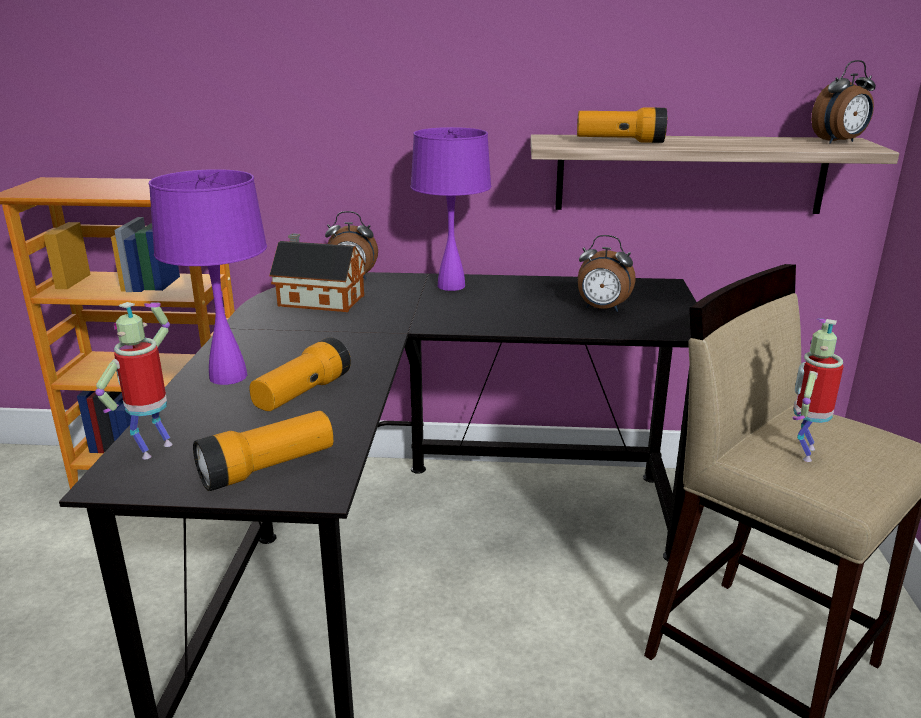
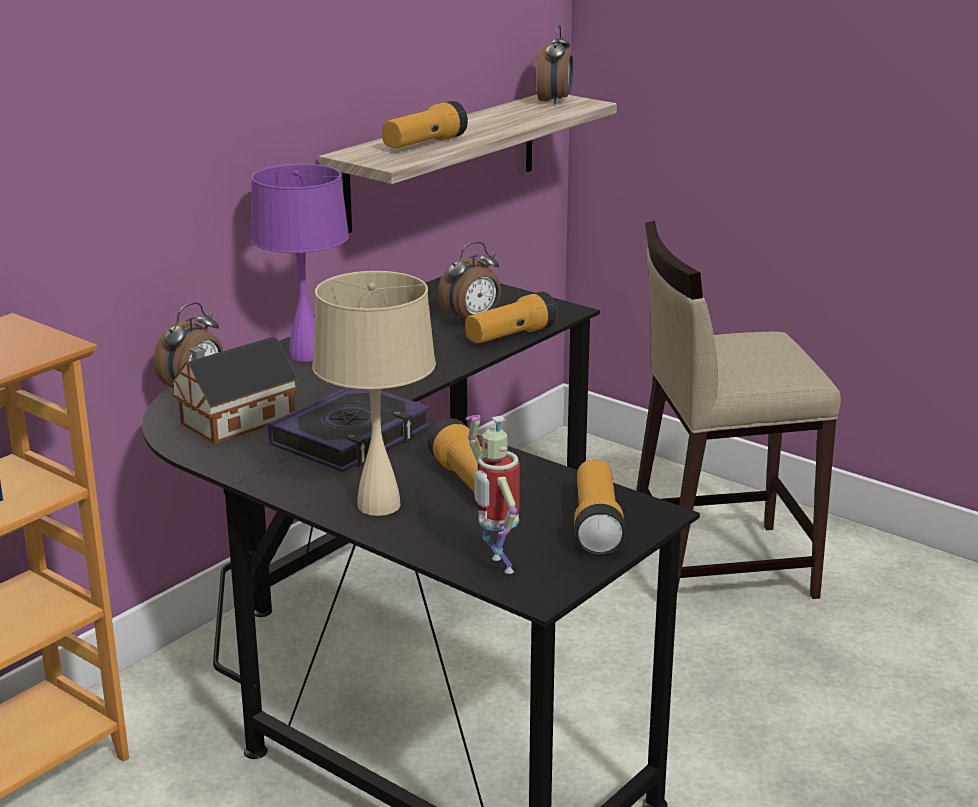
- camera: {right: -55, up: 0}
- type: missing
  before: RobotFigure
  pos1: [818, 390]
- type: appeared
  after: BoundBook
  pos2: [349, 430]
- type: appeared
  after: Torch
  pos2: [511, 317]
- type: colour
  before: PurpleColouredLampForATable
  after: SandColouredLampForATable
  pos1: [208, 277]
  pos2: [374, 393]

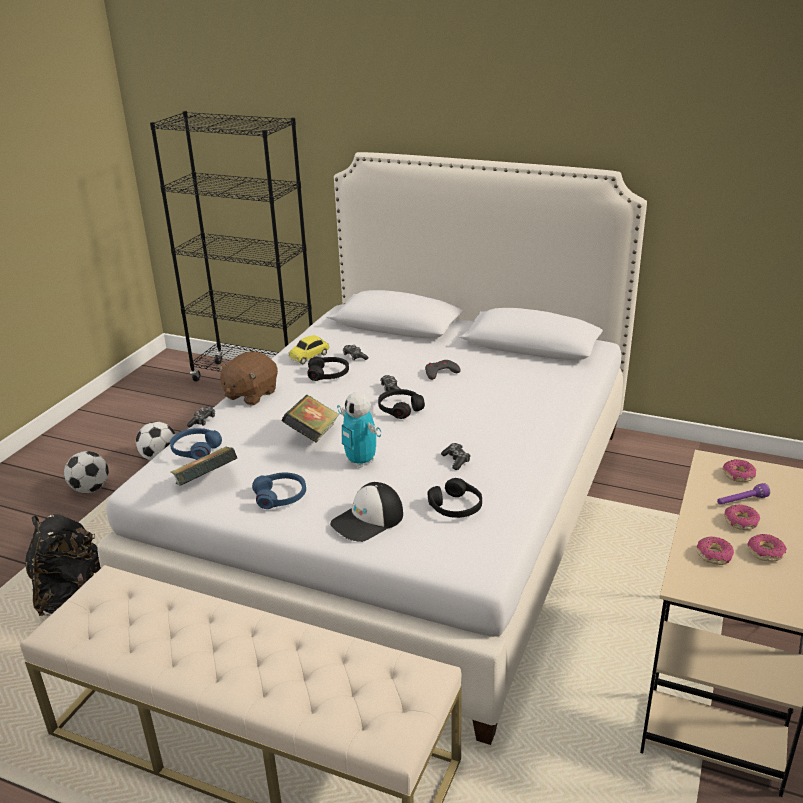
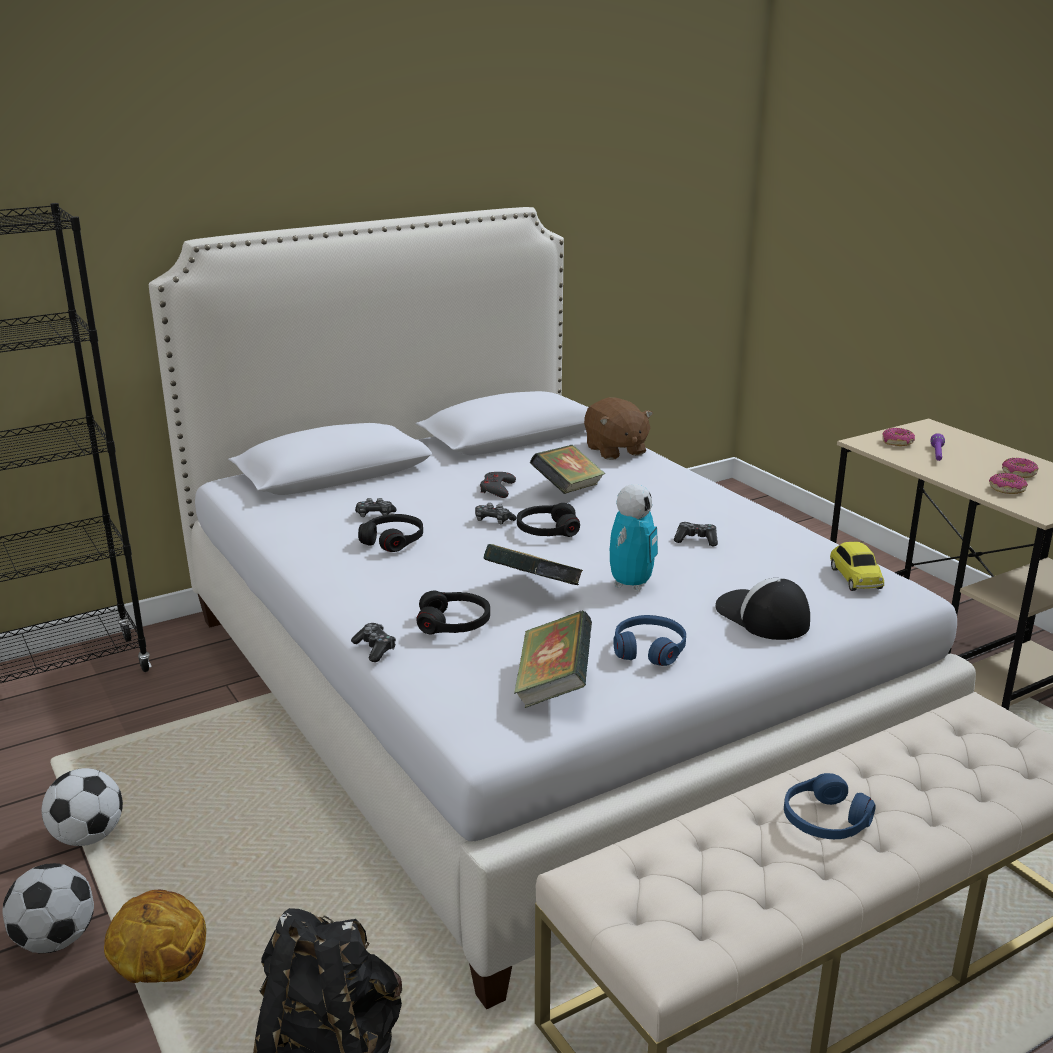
- camera: {right: -55, up: -5}
- type: missing
  before: Doughnut
  pos1: [742, 517]
- type: appeared
  after: BallForBasketball
  pos2: [155, 936]
- type: appeared
  after: BoundBook
  pos2: [567, 469]
- type: relocated
  before: BluishPairOfHeadphones
  pos1: [196, 444]
  pos2: [830, 806]
- type: relocated
  before: BrownCuddlyToy
  pos1: [247, 378]
  pos2: [618, 428]
- type: relocated
  before: ToyCar
  pos1: [309, 349]
  pos2: [857, 566]
- type: relocated
  before: BlackPairOfHeadphones
  pos1: [455, 498]
  pos2: [453, 612]
- type: spun
  before: BaseballCap
  pos1: [366, 512]
  pos2: [762, 609]
  turn: 150
- type: spun
  before: RobotFigure
  pos1: [359, 430]
  pos2: [634, 538]
  turn: -60

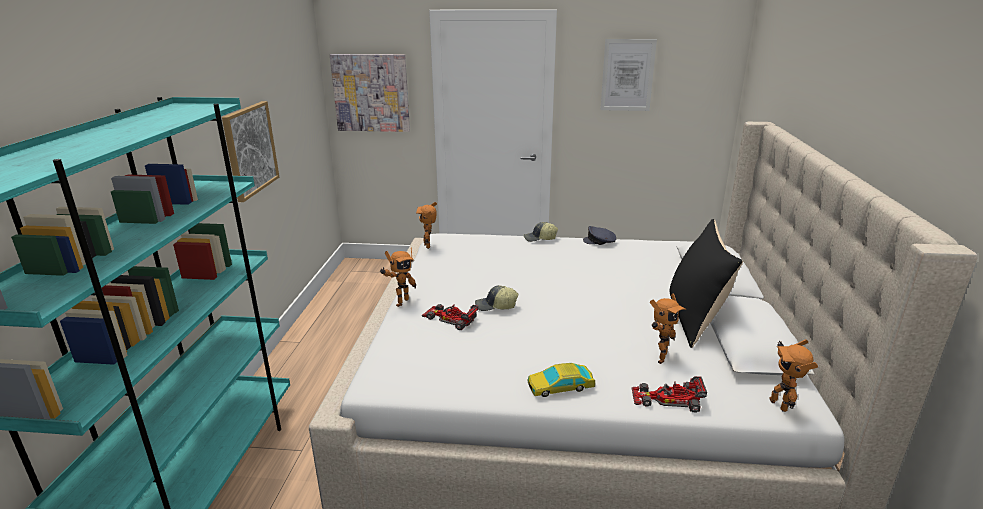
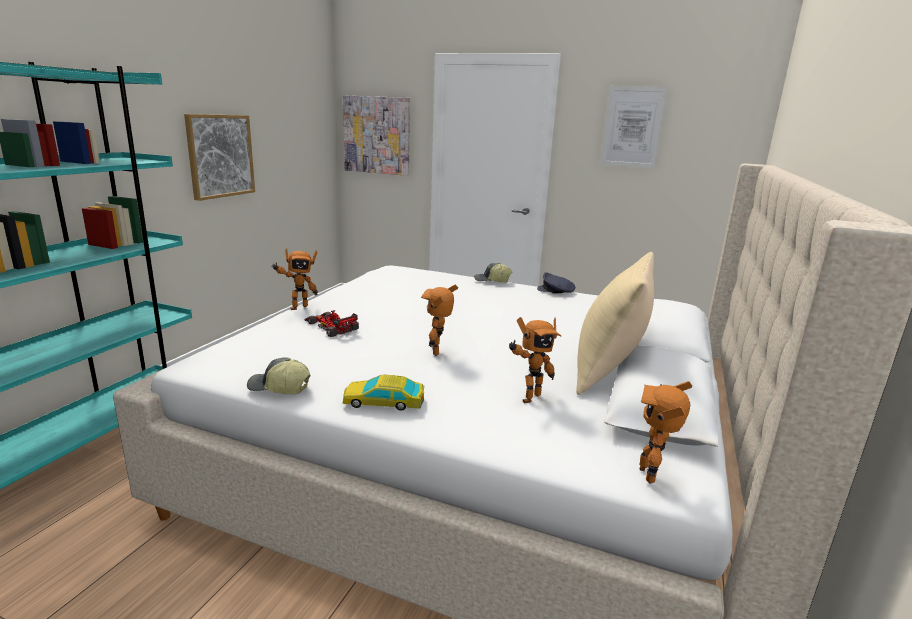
- camera: {right: 15, up: -5}
- type: missing
  before: ToyCar
  pos1: [669, 394]
- type: relocated
  before: RobotFigure
  pos1: [426, 225]
  pos2: [439, 320]
- type: relocated
  before: BaseballCap
  pos1: [496, 298]
  pos2: [279, 375]
- type: colour
  before: BlackCushion
  after: SandColouredCushion
  pos1: [706, 283]
  pos2: [615, 323]

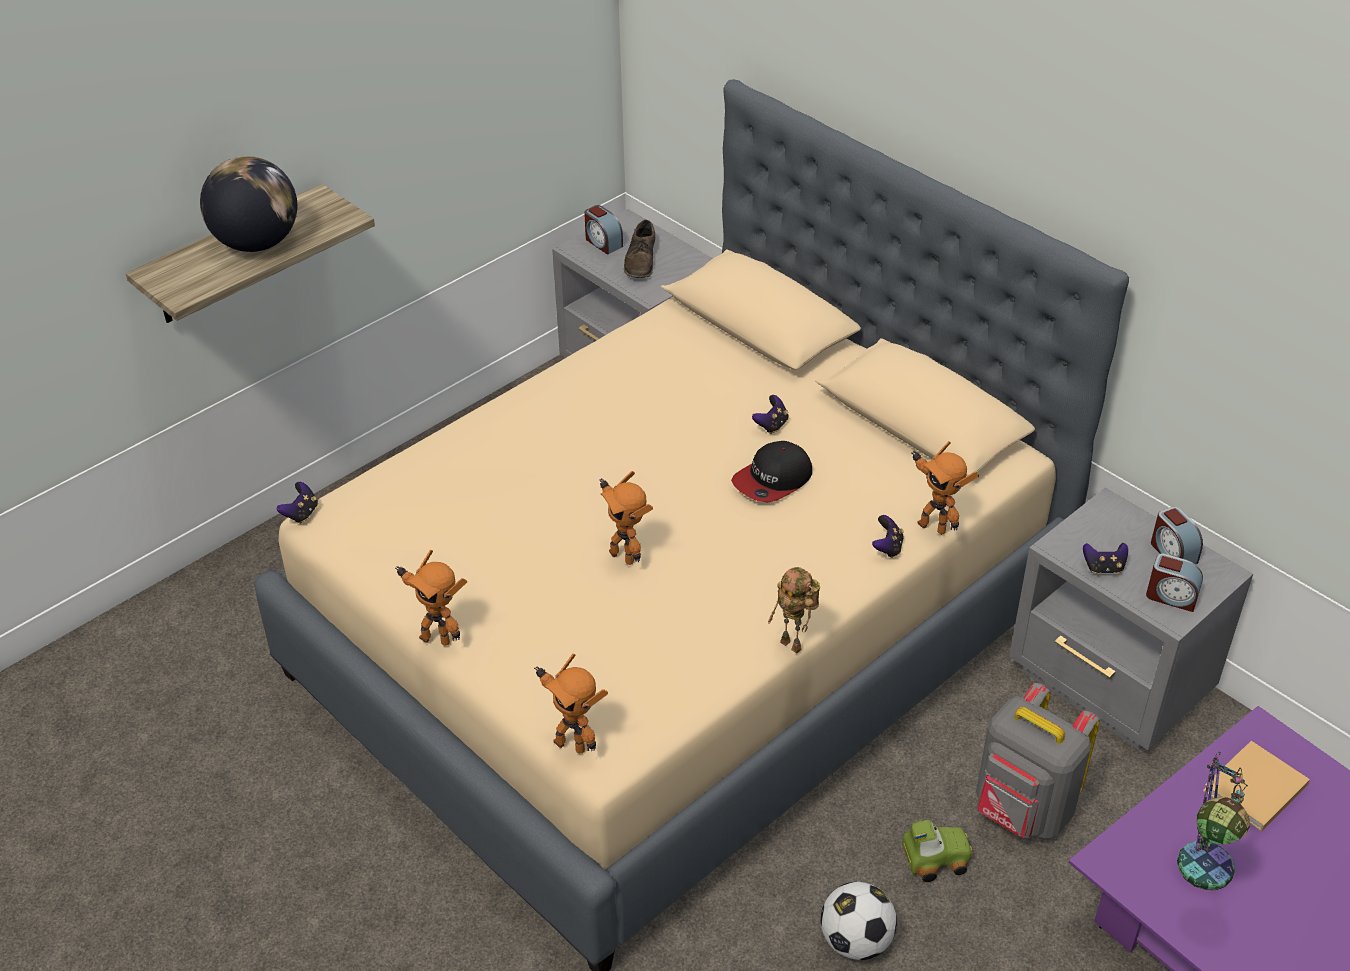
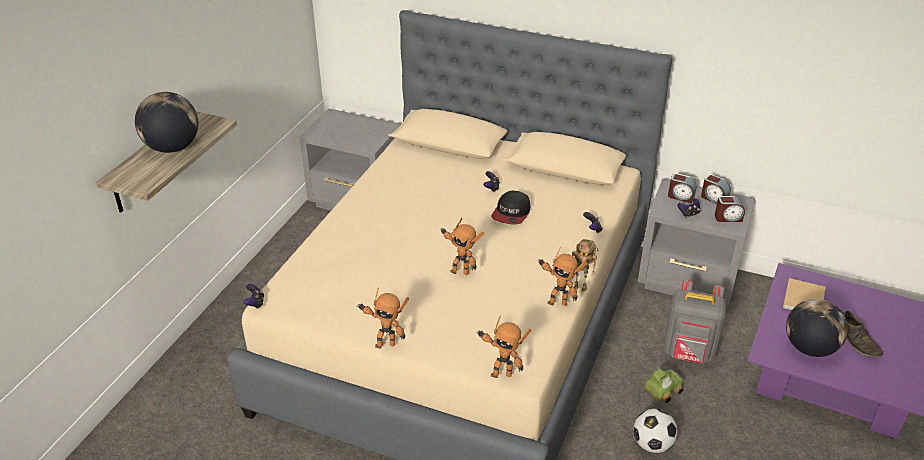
- camera: {right: -25, up: -5}
- type: relocated
  before: TableClock
  pos1: [603, 230]
  pos2: [682, 188]
- type: relocated
  before: BrownItemOfFootwear
  pos1: [639, 249]
  pos2: [863, 334]
- type: relocated
  before: RobotFigure
  pos1: [945, 487]
  pos2: [562, 276]
- type: exchanged
  before: LampForATable
  after: DeskGlobe
  pos1: [1213, 821]
  pos2: [817, 328]

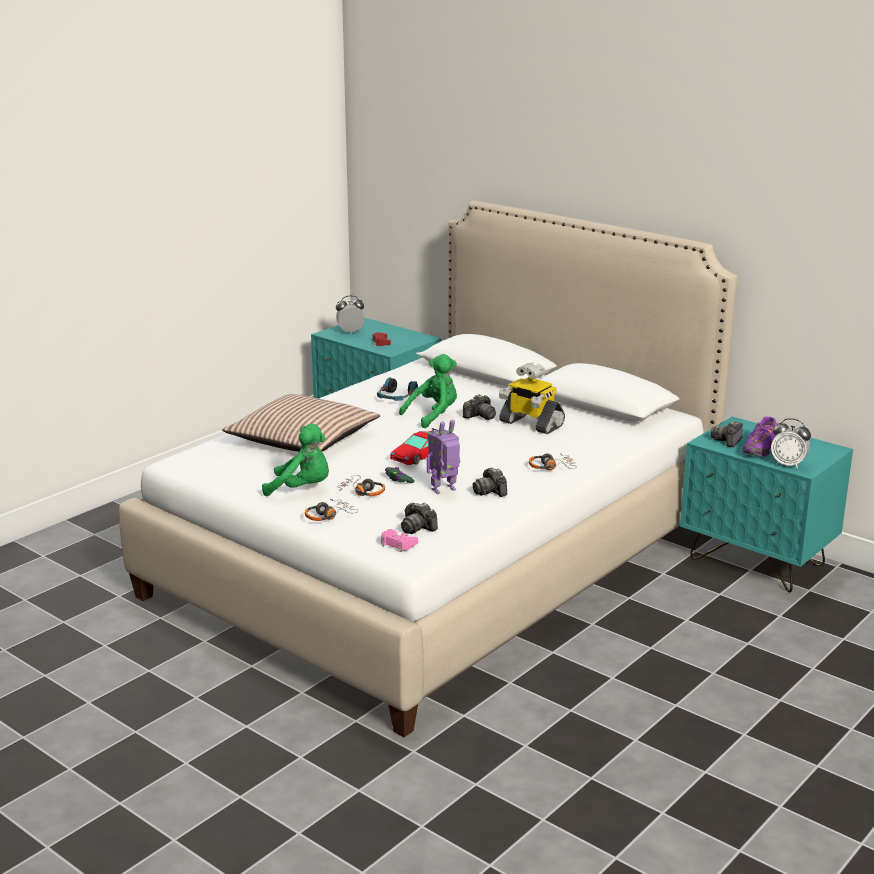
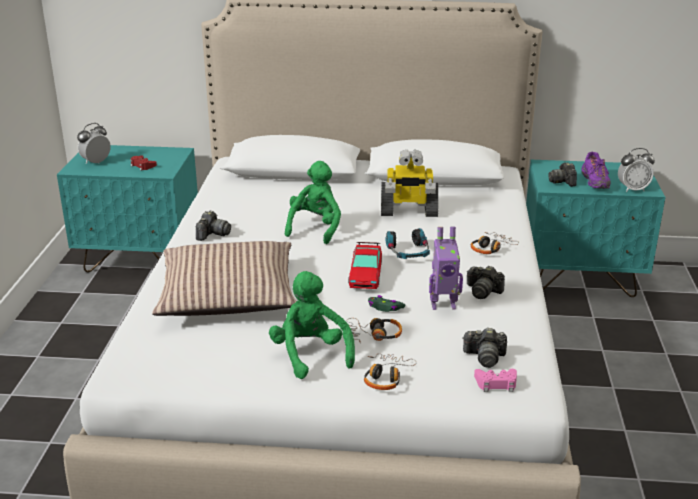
- camera: {right: -35, up: 5}
- type: relocated
  before: PairOfHeadphones
  pos1: [397, 389]
  pos2: [408, 243]
- type: relocated
  before: StillCamera
  pos1: [479, 407]
  pos2: [213, 226]
- type: spun
  before: GreenColouredCuddlyToy
  pos1: [295, 460]
  pos2: [312, 325]
  turn: -90
- type: spun
  before: RobotFigure
  pos1: [443, 457]
  pos2: [446, 268]
  turn: -120

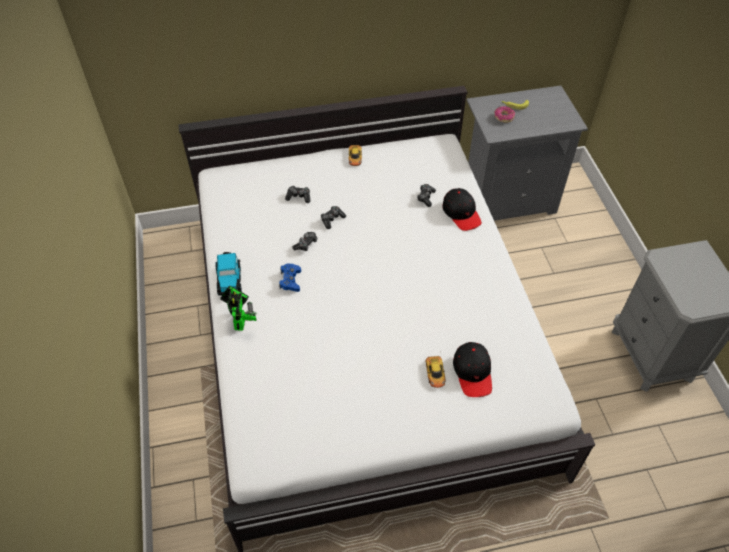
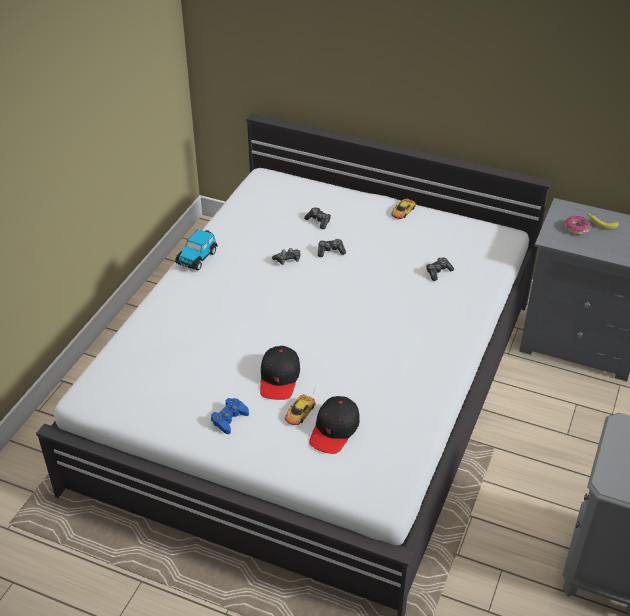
- camera: {right: 35, up: -10}
- type: missing
  before: RobotFigure
  pos1: [238, 308]
- type: relocated
  before: BluishGameController
  pos1: [290, 278]
  pos2: [230, 416]
- type: relocated
  before: BlackBaseballCap
  pos1: [462, 209]
  pos2: [280, 373]

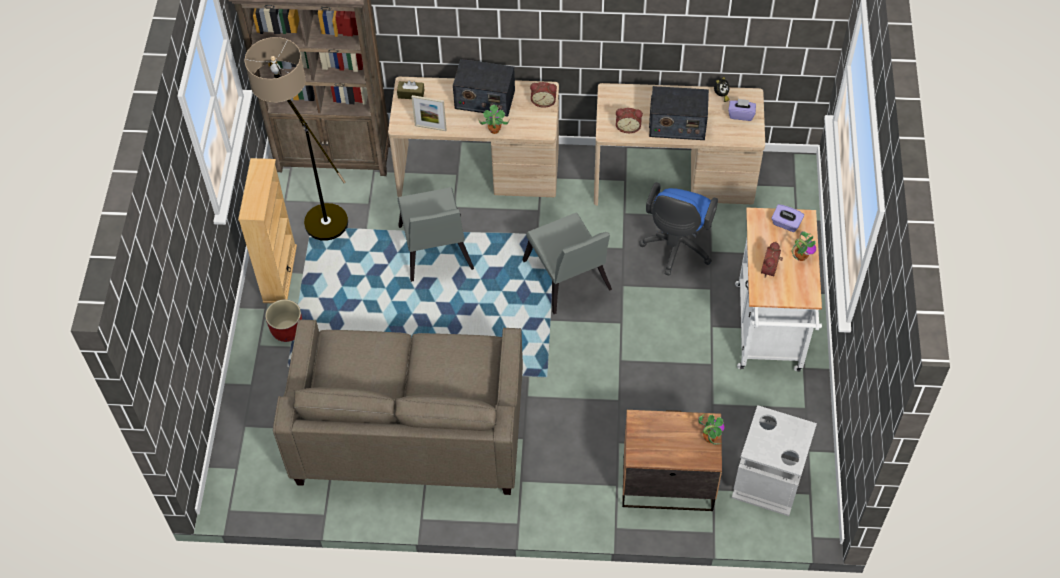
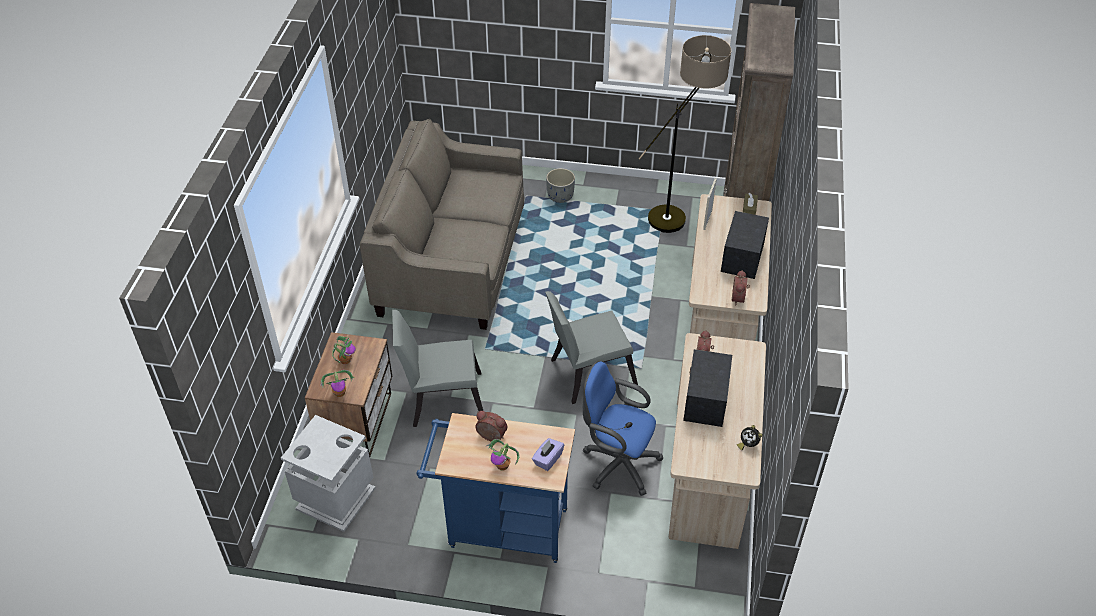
- camera: {right: 95, up: -10}
- type: missing
  before: SandColouredBookcase
  pos1: [267, 230]
- type: missing
  before: PurpleColouredBoxOfTissues
  pos1: [742, 110]
- type: relocated
  before: GrayPlainChair
  pos1: [436, 234]
  pos2: [437, 368]
- type: relocated
  before: PottedPlant
  pos1: [494, 119]
  pos2: [344, 350]
- type: colour
  before: RedColouredPlantPot
  after: GrayPlantPot
  pos1: [283, 321]
  pos2: [560, 185]
- type: colour
  before: WhitishWheeledCart
  after: BluishWheeledCart
  pos1: [778, 290]
  pos2: [495, 488]

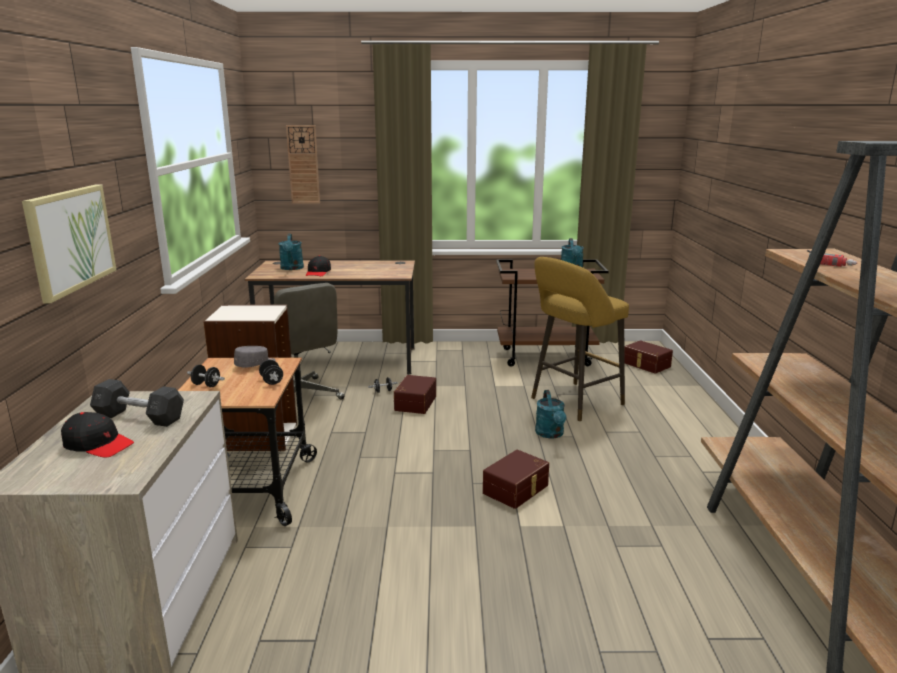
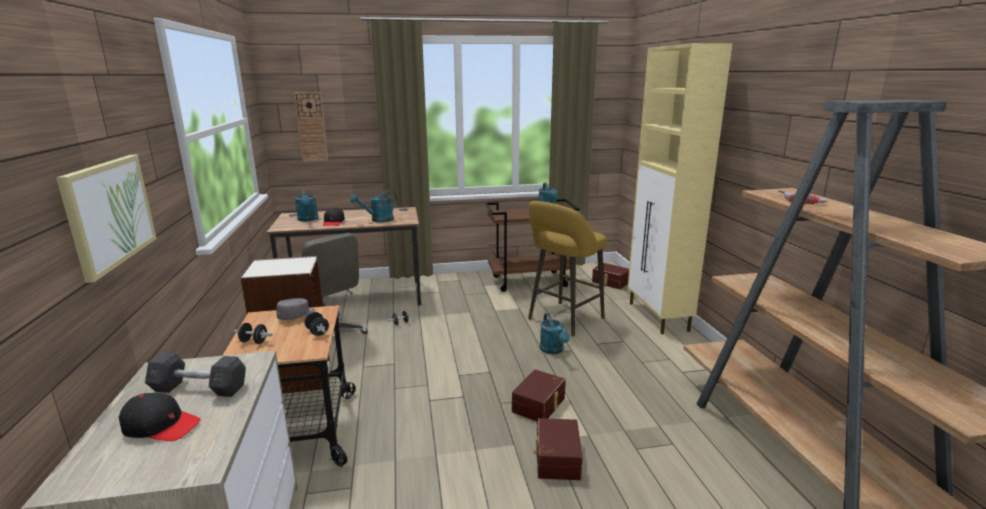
- camera: {right: -10, up: 0}
- type: appeared
  after: TurquoiseSprinklingCan
  pos2: [373, 206]
- type: appeared
  after: SandColouredCupboard
  pos2: [680, 188]
- type: relocated
  before: BrownStorageContainer
  pos1: [415, 394]
  pos2: [558, 449]

